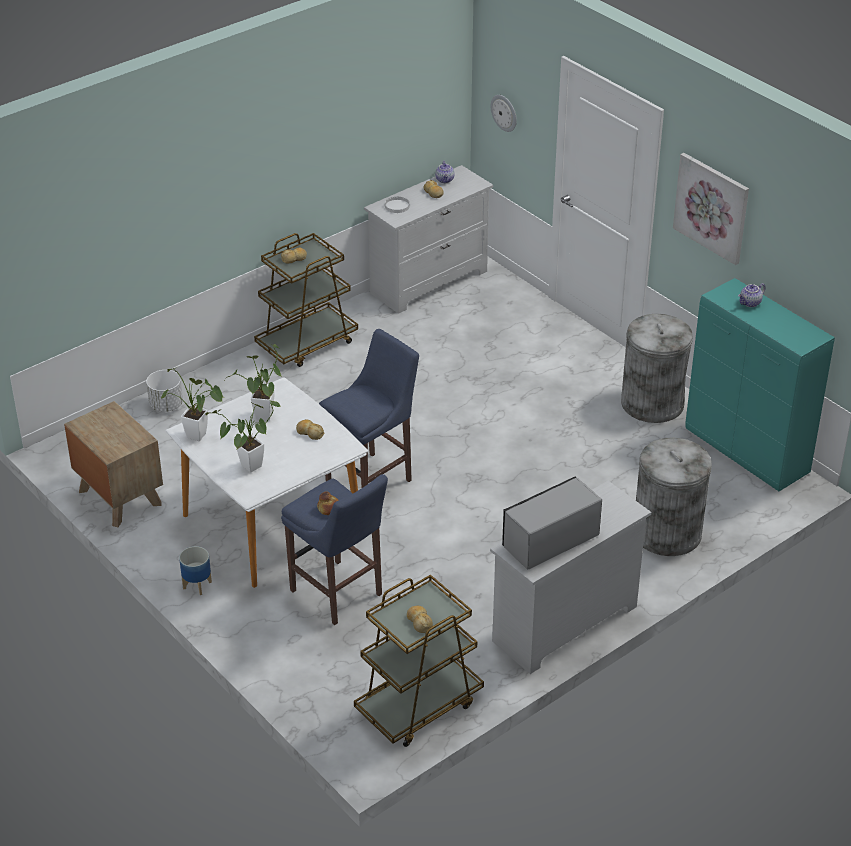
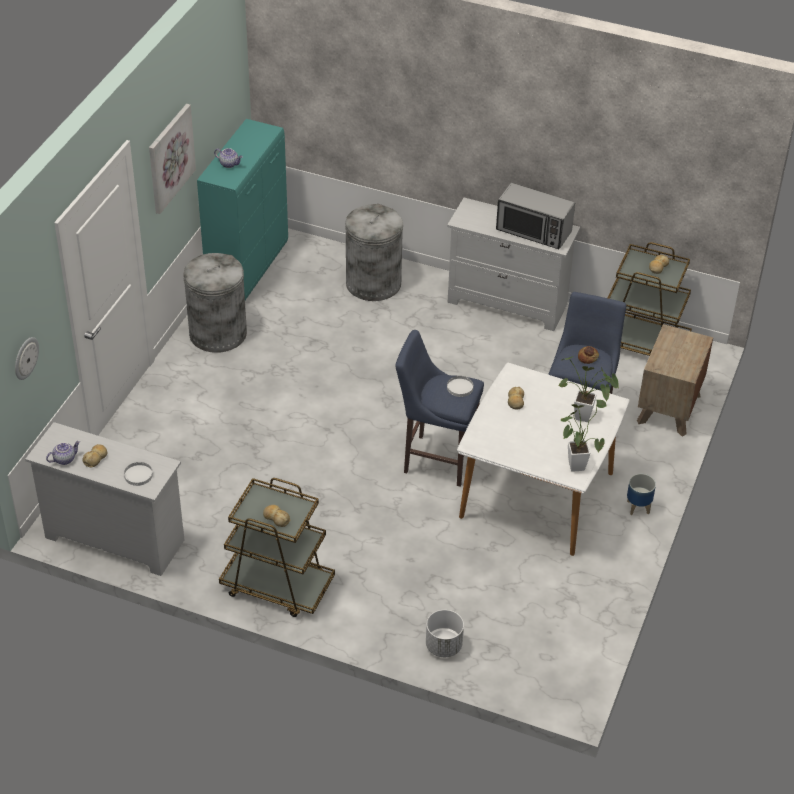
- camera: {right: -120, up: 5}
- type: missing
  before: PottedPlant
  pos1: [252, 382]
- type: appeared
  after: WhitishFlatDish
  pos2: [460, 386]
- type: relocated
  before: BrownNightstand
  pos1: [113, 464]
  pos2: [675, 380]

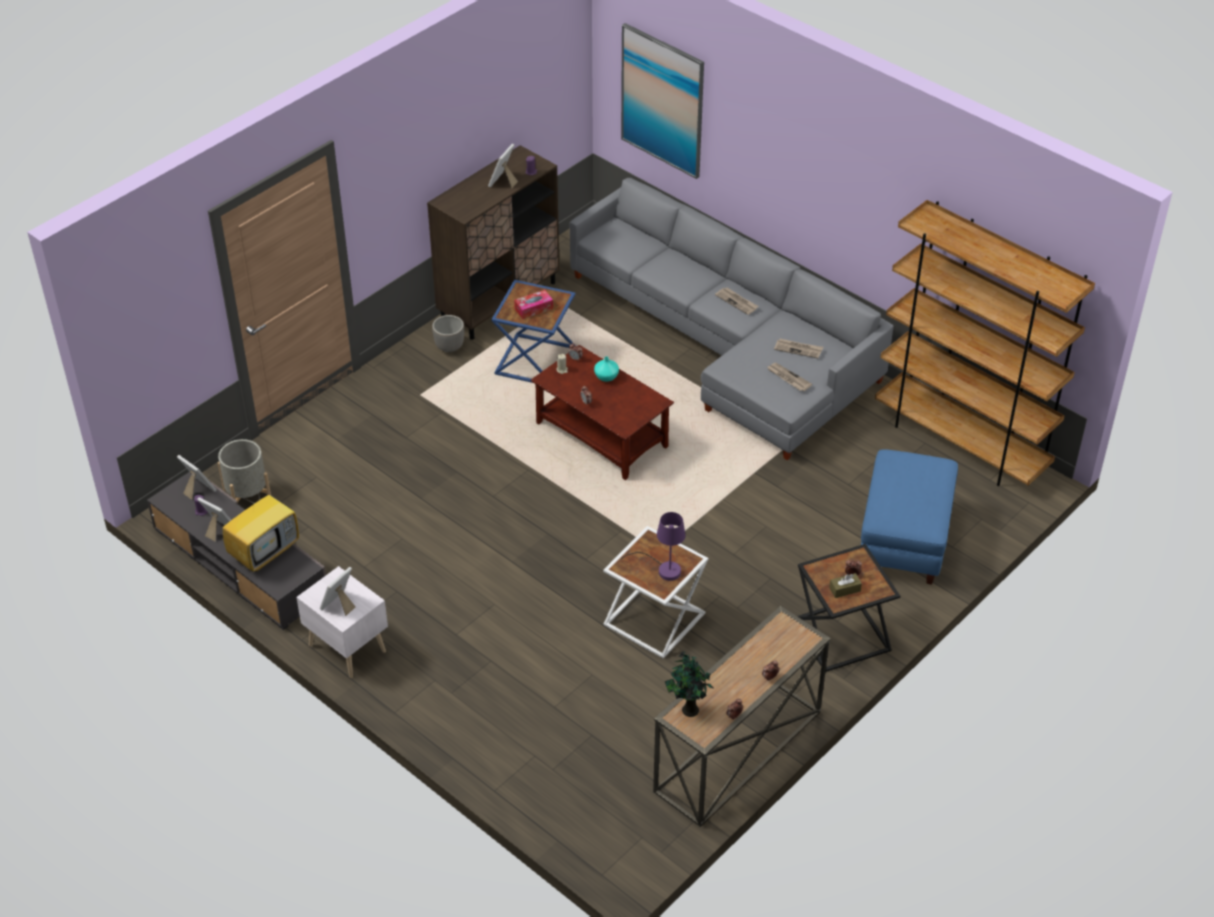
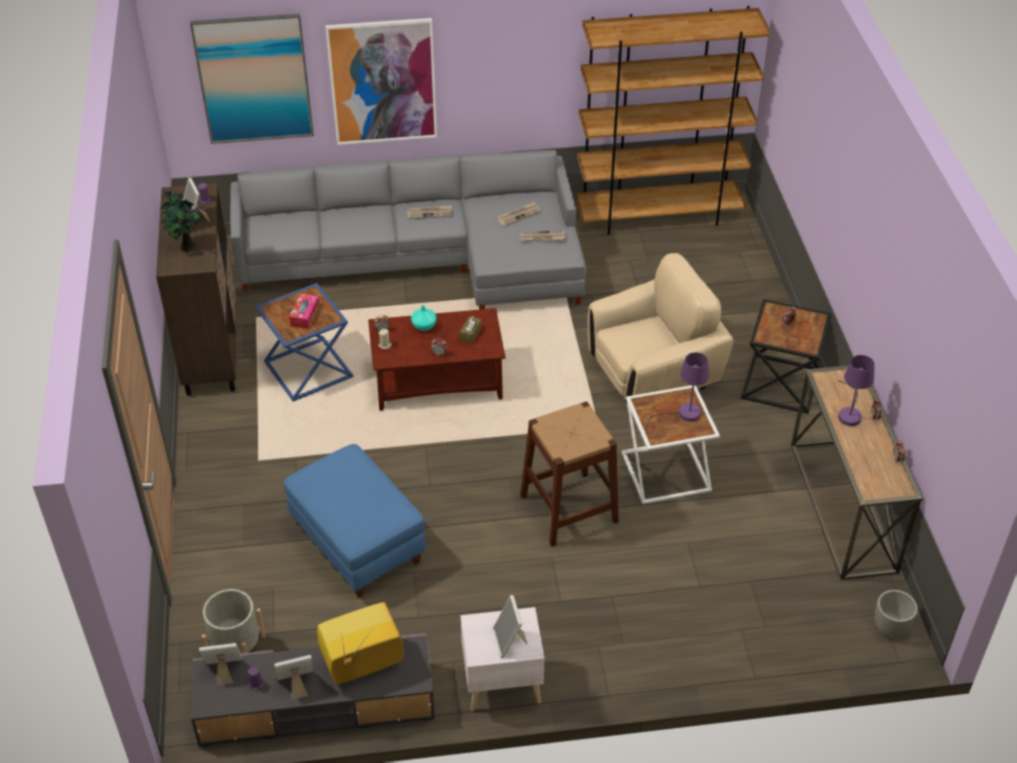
- camera: {right: -50, up: 0}
- type: appeared
  after: Picture
  pos2: [381, 81]
- type: appeared
  after: BrownSittingStool
  pos2: [569, 473]
- type: appeared
  after: SandColouredLoungeChair
  pos2: [660, 328]
- type: appeared
  after: PurpleColouredLampForATable
  pos2: [856, 390]
- type: relocated
  before: PlantPot
  pos1: [448, 334]
  pos2: [896, 613]
- type: relocated
  before: PottedPlant
  pos1: [689, 684]
  pos2: [181, 221]
- type: relocated
  before: BrownBoxOfTissues
  pos1: [845, 585]
  pos2: [471, 329]
- type: relocated
  before: BluishOttoman
  pos1: [909, 517]
  pos2: [355, 521]
- type: spun
  before: Tv
  pos1: [260, 524]
  pos2: [360, 643]
  turn: -105

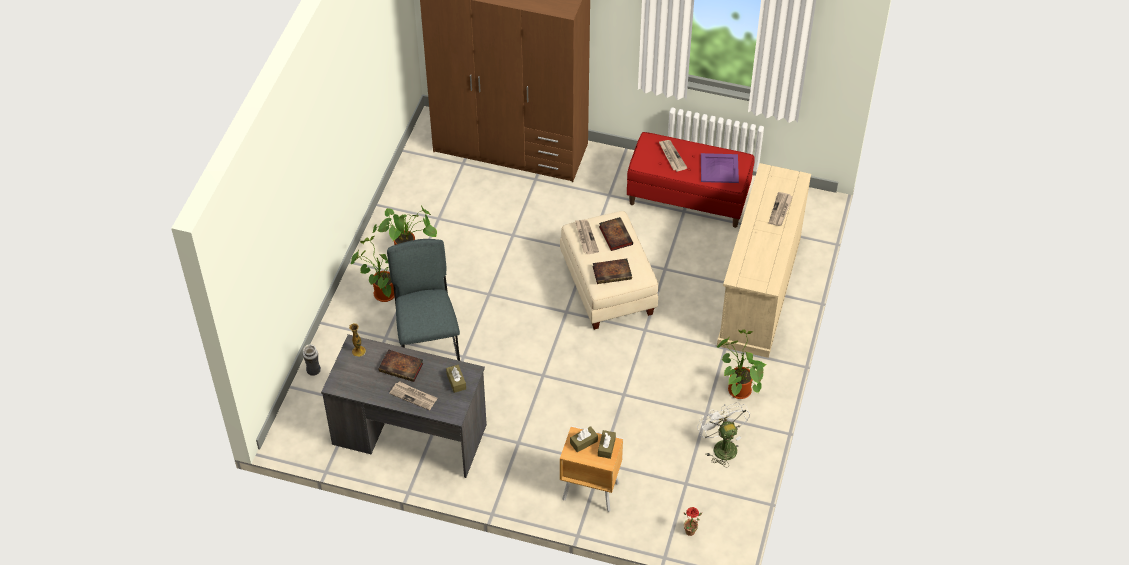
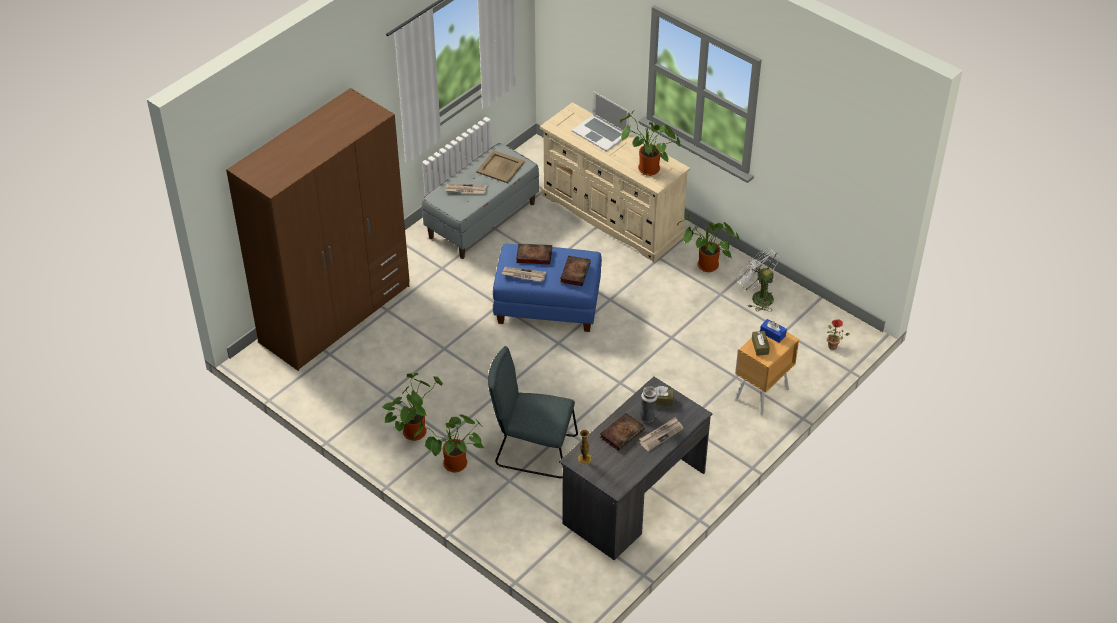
- camera: {right: -65, up: -5}
- type: appeared
  after: PottedPlant
  pos2: [650, 143]
- type: relocated
  before: Vase
  pos1: [312, 360]
  pos2: [649, 404]
- type: exchanged
  before: DailyPaper
  after: NotebookComputer
  pos1: [781, 209]
  pos2: [600, 121]
- type: colour
  before: SandColouredOttoman
  after: BluishOttoman
  pos1: [609, 270]
  pos2: [547, 288]
- type: colour
  before: BrownBoxOfTissues
  after: BluishBoxOfTissues
  pos1: [607, 444]
  pos2: [773, 331]
- type: colour
  before: RedColouredIndoorBench
  after: GrayIndoorBench
  pos1: [691, 180]
  pos2: [480, 201]
- type: colour
  before: PurpleColouredTray
  after: SandColouredTray
  pos1: [720, 168]
  pos2: [500, 166]
- type: spun
  before: WhitishFan
  pos1: [723, 435]
  pos2: [758, 280]
  turn: 45

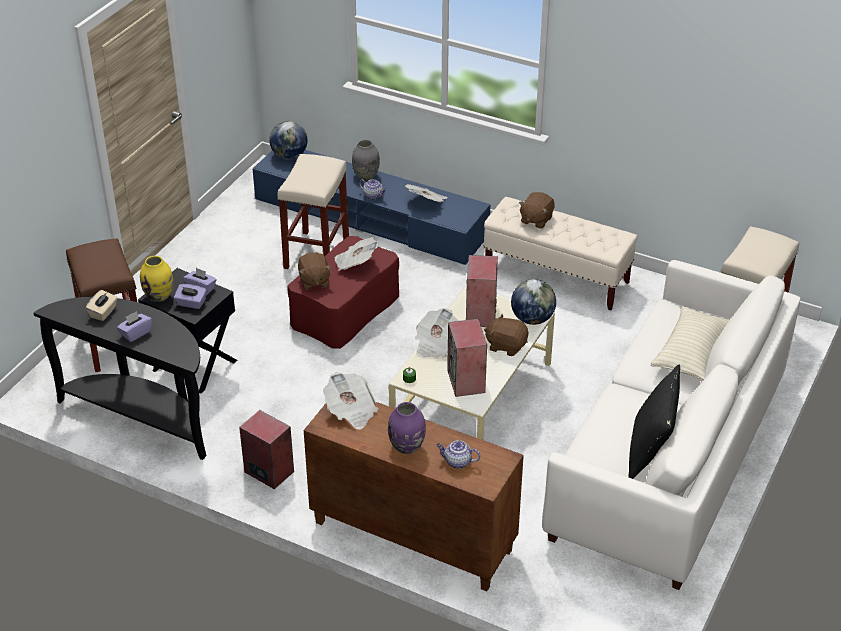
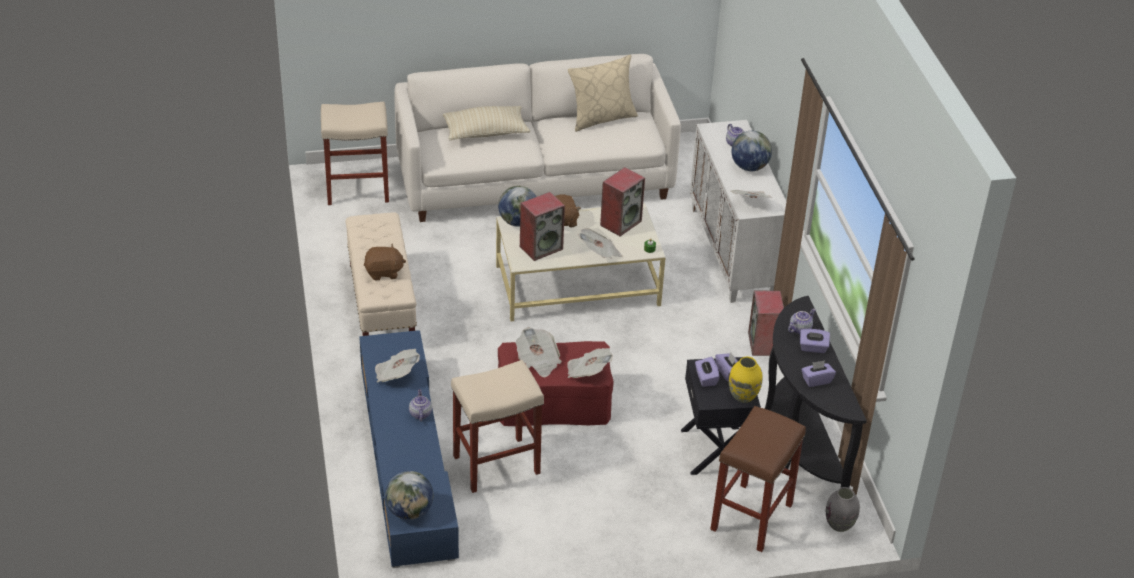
- camera: {right: -130, up: 0}
- type: appeared
  after: Teapot
  pos2: [802, 321]
- type: relocated
  before: GrayVase
  pos1: [366, 160]
  pos2: [843, 509]
- type: exchanged
  before: BrownCuddlyToy
  after: DailyPaper
  pos1: [315, 271]
  pos2: [590, 363]
- type: exchanged
  before: PurpleColouredVase
  after: DeskGlobe
  pos1: [407, 428]
  pos2: [751, 151]
- type: colour
  before: SandColouredBoxOfTissues
  after: PurpleColouredBoxOfTissues
  pos1: [101, 305]
  pos2: [818, 373]
- type: colour
  before: BrownCupboard
  after: WhitishCupboard
  pos1: [414, 496]
  pos2: [738, 211]
- type: colour
  before: BlackCushion
  after: SandColouredCushion
  pos1: [654, 421]
  pos2: [603, 93]

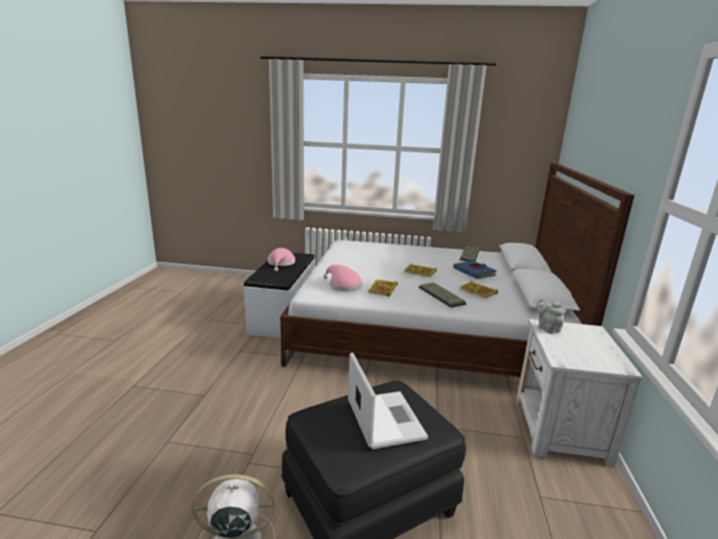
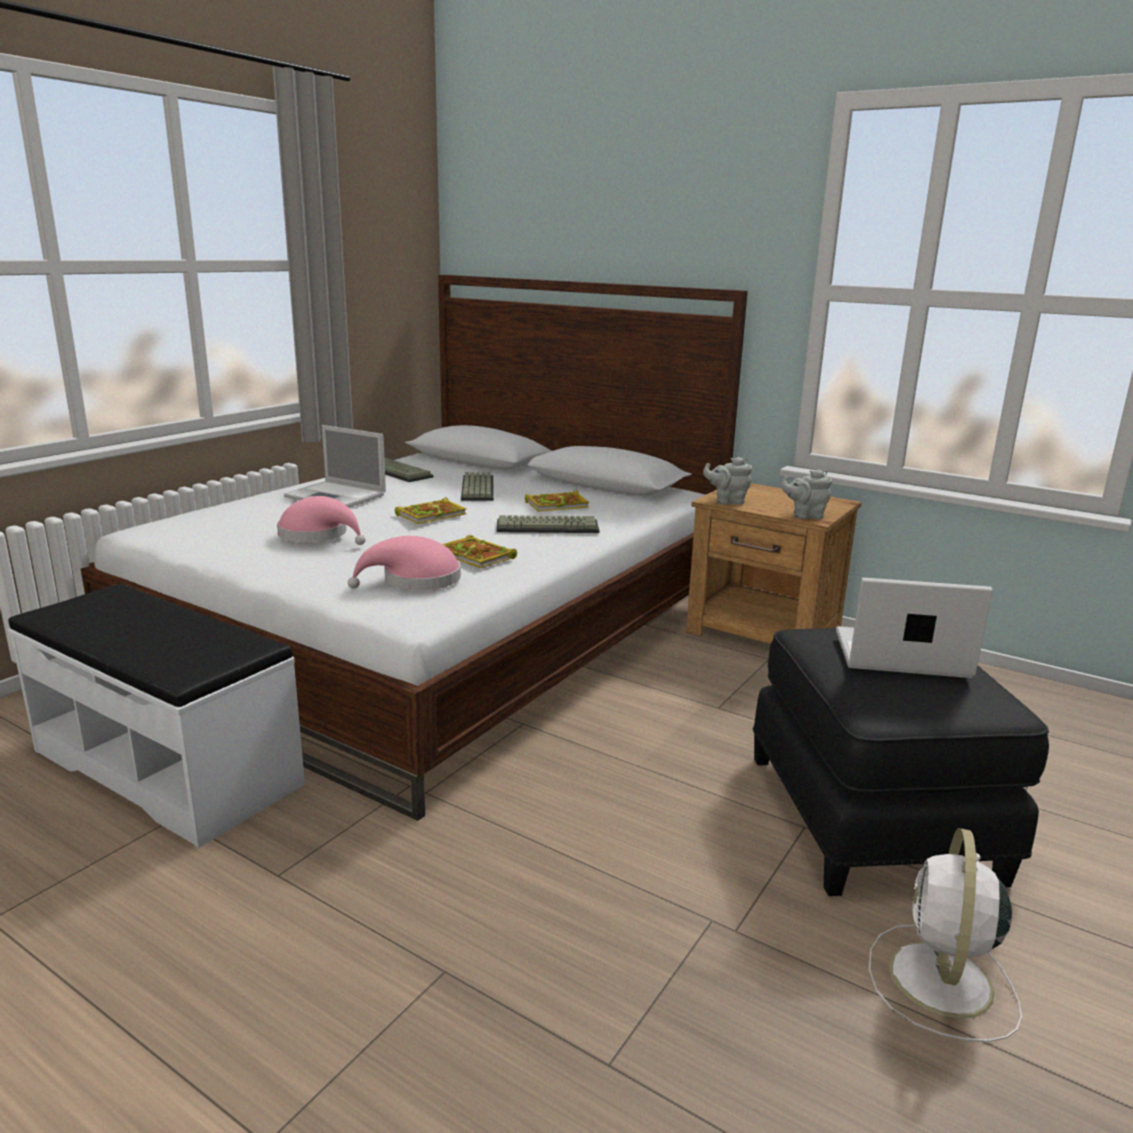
- camera: {right: -65, up: 0}
- type: appeared
  after: NotebookComputer
  pos2: [335, 466]
- type: appeared
  after: GrayTeapot
  pos2: [806, 494]
- type: relocated
  before: PinkishHat
  pos1: [281, 259]
  pos2: [321, 520]
- type: exchanged
  before: BluishBoundBook
  after: Keyboard
  pos1: [475, 270]
  pos2: [477, 486]
- type: colour
  before: WhitishNightstand
  after: BrownNightstand
  pos1: [580, 393]
  pos2: [773, 563]

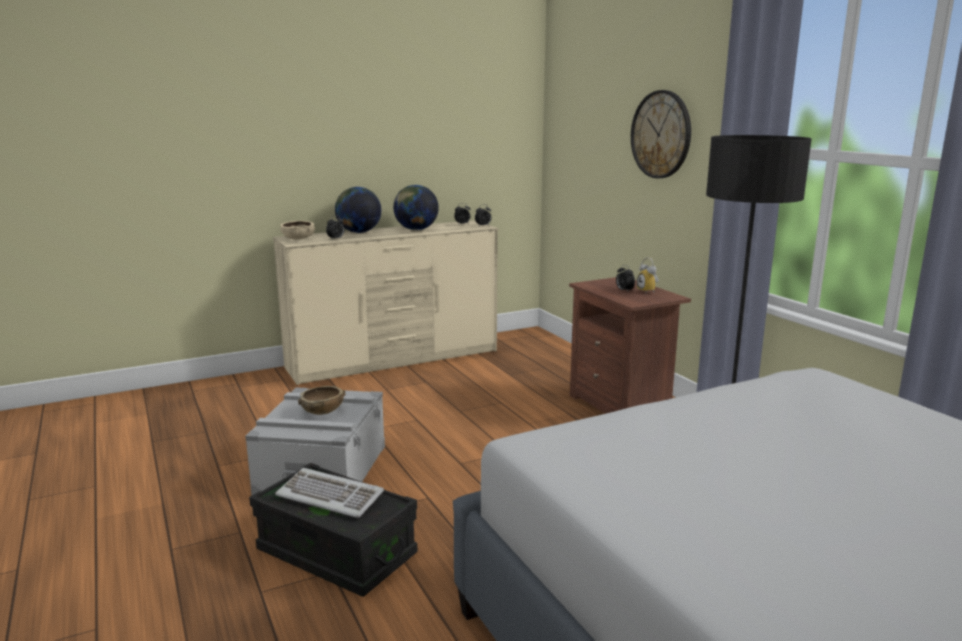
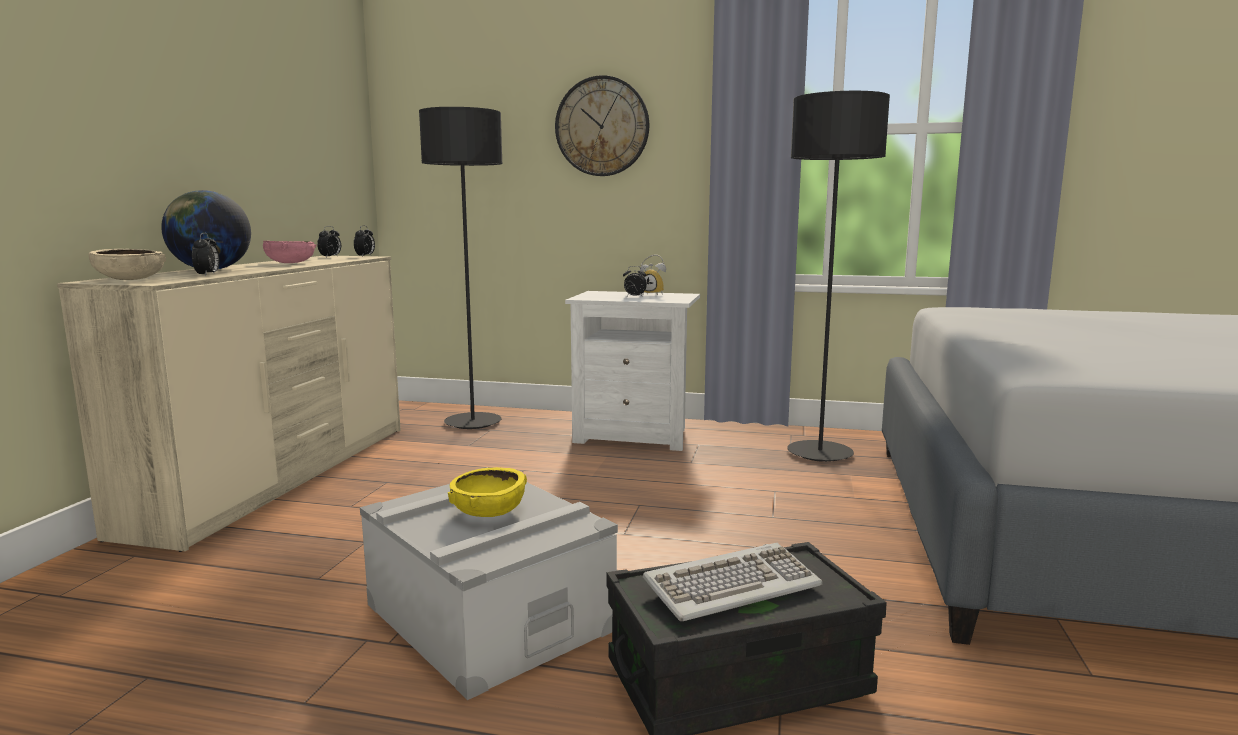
- camera: {right: -50, up: -5}
- type: appeared
  after: BlackStandardLamp
  pos2: [461, 268]
- type: exchanged
  before: DeskGlobe
  after: PinkishBowl
  pos1: [416, 207]
  pos2: [290, 252]
- type: colour
  before: BrownBowl
  after: YellowishBowl
  pos1: [321, 400]
  pos2: [487, 492]
- type: colour
  before: BrownNightstand
  after: WhitishNightstand
  pos1: [630, 345]
  pos2: [632, 371]

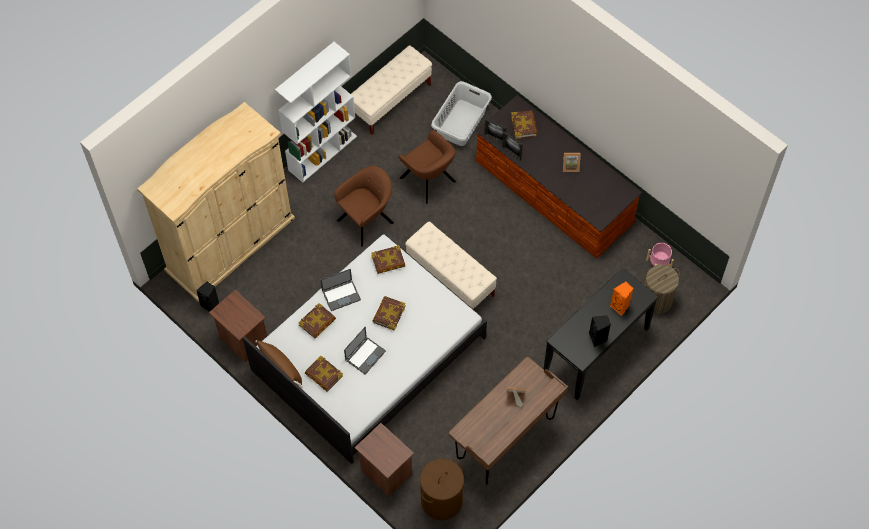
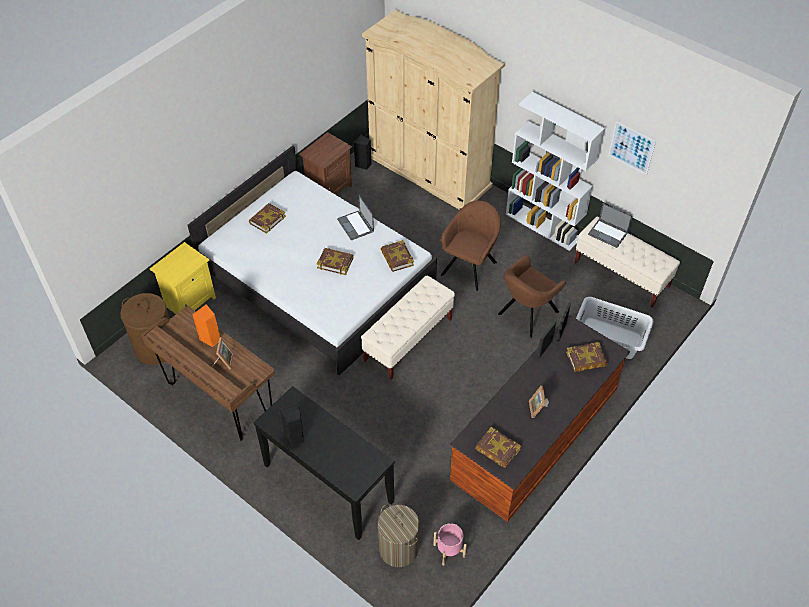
- camera: {right: 85, up: -10}
- type: missing
  before: BrownCushion
  pos1: [279, 364]
- type: appeared
  after: Picture
  pos2: [632, 148]
- type: relocated
  before: BoundBook
  pos1: [317, 320]
  pos2: [498, 447]
- type: relocated
  before: NotebookComputer
  pos1: [365, 351]
  pos2: [610, 225]
- type: relocated
  before: OrangeColouredSpeaker
  pos1: [621, 298]
  pos2: [206, 325]
- type: colour
  before: BrownNightstand
  after: YellowishNightstand
  pos1: [384, 459]
  pos2: [183, 278]
- type: spun
  before: BrownLoungeChair
  pos1: [364, 206]
  pos2: [471, 245]
  turn: -105

